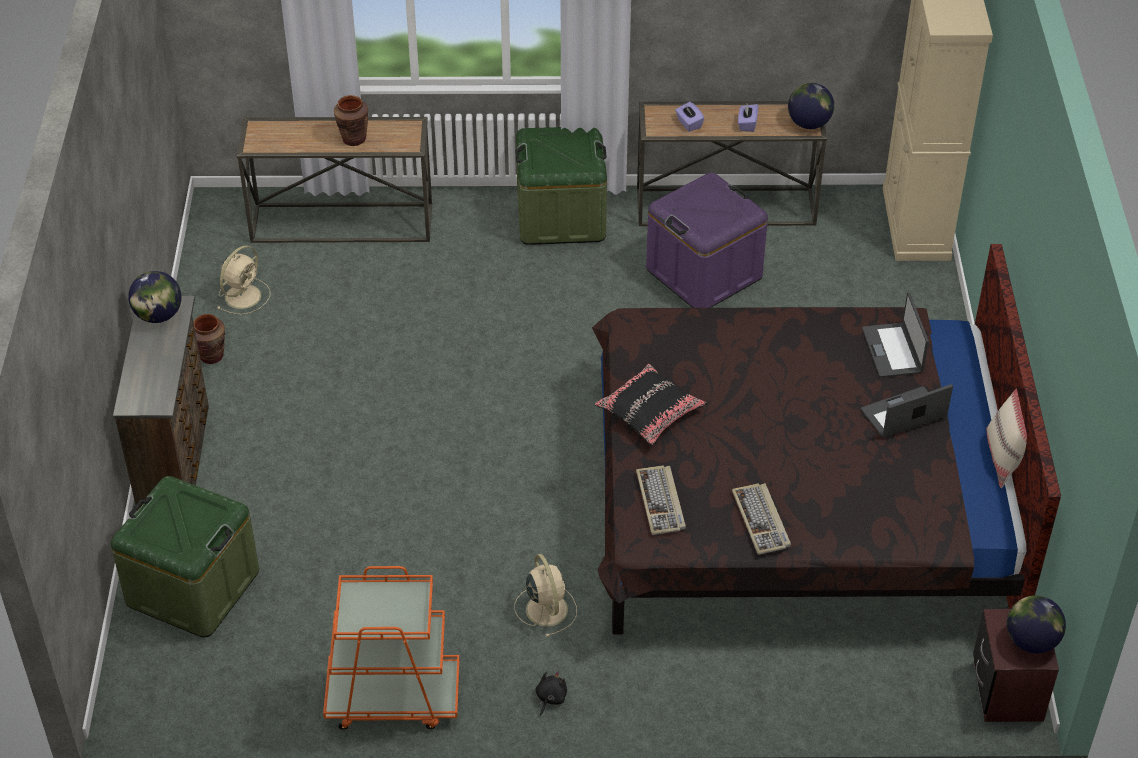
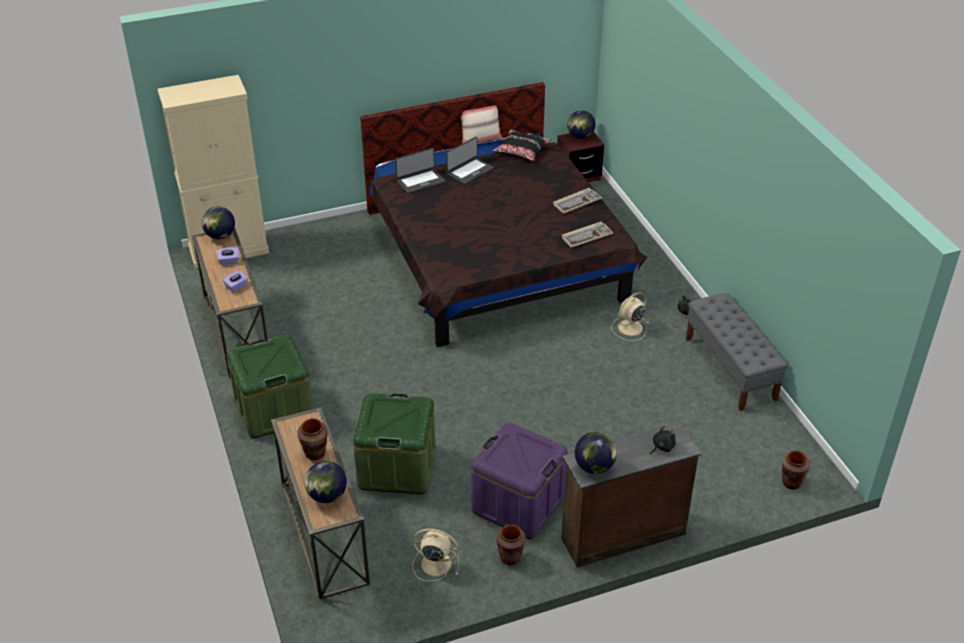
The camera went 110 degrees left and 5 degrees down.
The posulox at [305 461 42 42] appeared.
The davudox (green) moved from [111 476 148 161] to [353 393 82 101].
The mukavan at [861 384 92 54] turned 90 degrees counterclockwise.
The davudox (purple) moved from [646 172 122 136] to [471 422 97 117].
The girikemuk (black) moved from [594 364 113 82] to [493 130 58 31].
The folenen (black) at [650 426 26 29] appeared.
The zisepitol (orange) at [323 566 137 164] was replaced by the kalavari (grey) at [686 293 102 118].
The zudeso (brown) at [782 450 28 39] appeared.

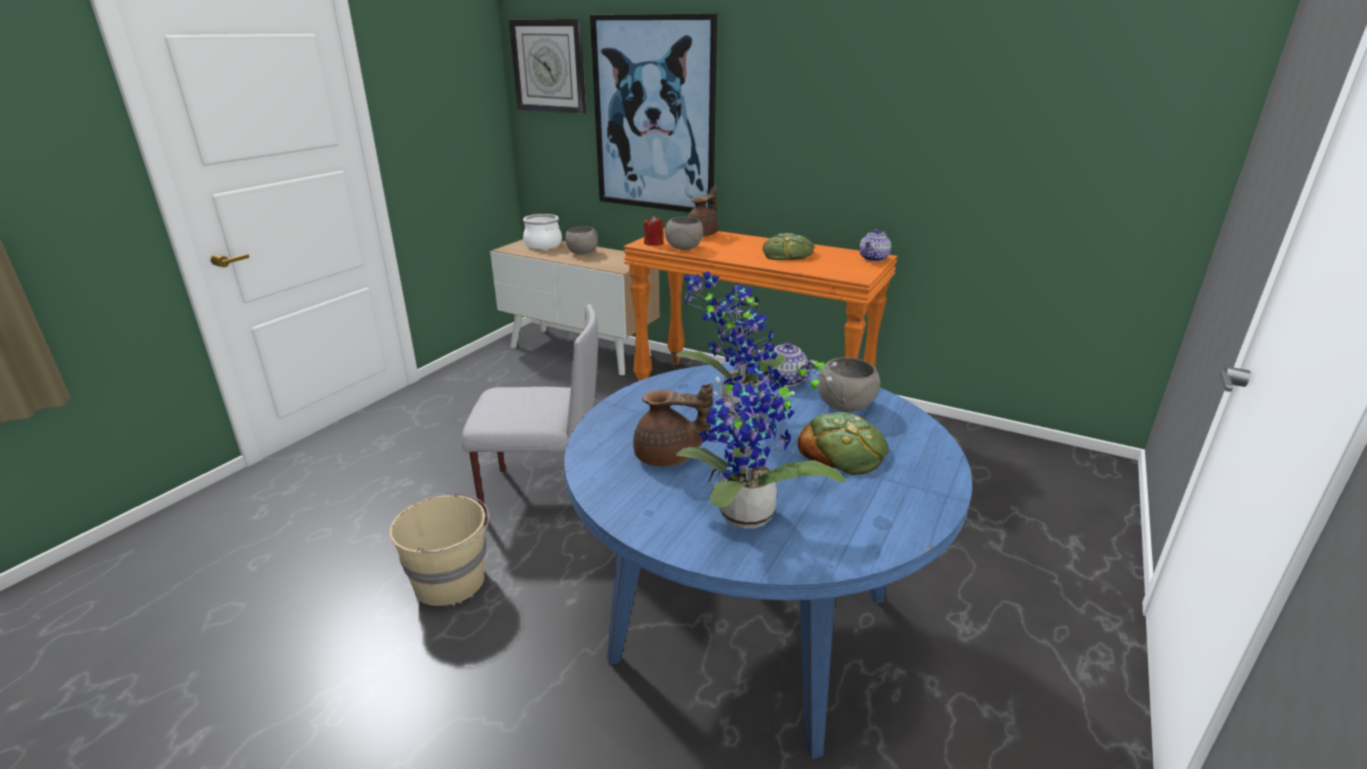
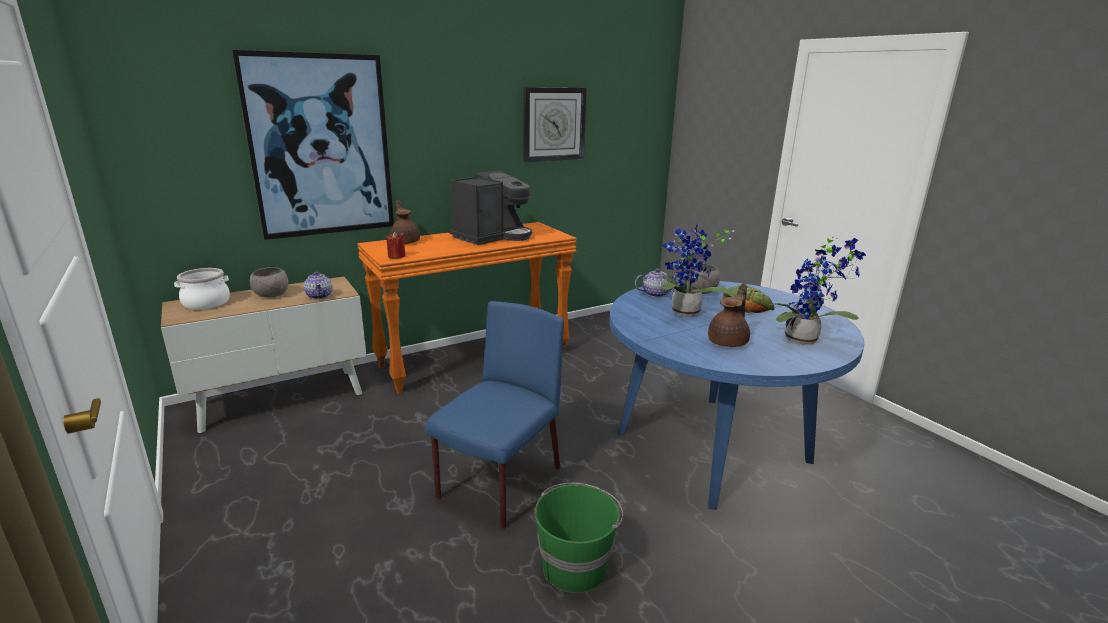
The camera went 60 degrees left and 5 degrees down.
The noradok moved from [859 229 32 33] to [304 272 28 27].
The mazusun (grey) at [462 304 136 216] became the mazusun (blue) at [425 301 139 227].
The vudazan at [763 233 52 27] was replaced by the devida at [449 170 83 75].
The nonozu moved from [509 19 77 95] to [523 87 63 75].
The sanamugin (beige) at [389 493 101 113] became the sanamugin (green) at [534 483 89 110].
The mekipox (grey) at [665 217 38 33] disappeared.

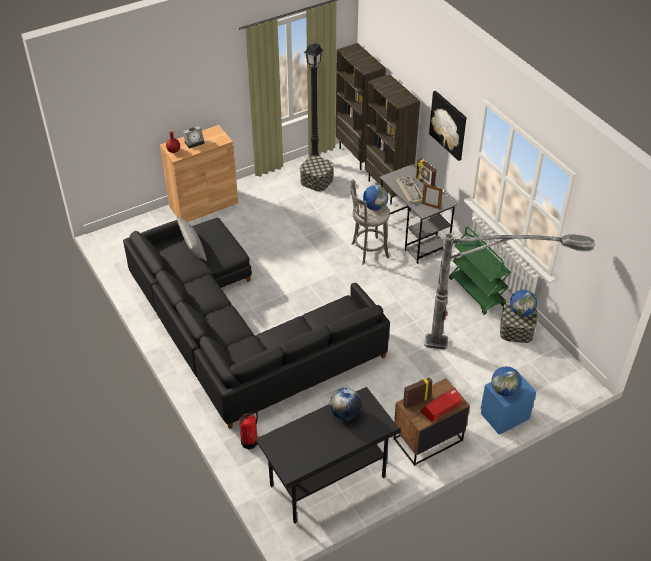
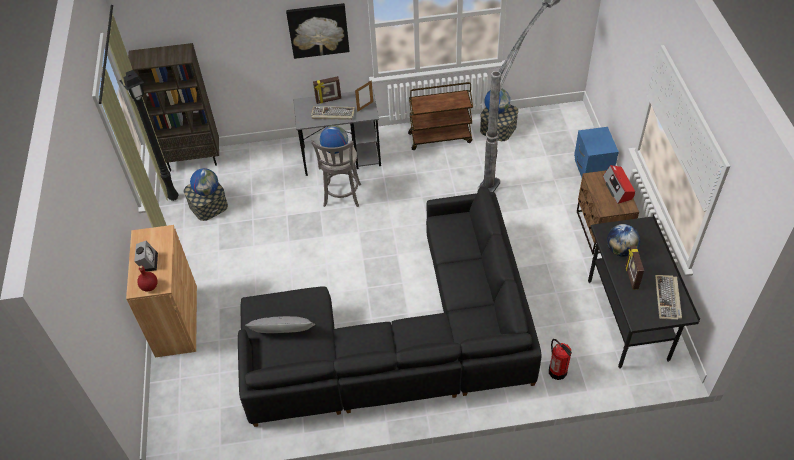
The camera went 65 degrees left and 5 degrees up.
The posulox moved from [491 366 31 30] to [190 168 28 28].
The zisepitol (green) at [449 226 62 89] became the zisepitol (brown) at [408 82 65 68].
The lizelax moved from [403 377 29 32] to [625 245 19 45].
The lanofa at [655 275 27 45] appeared.
The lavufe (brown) at [365 74 55 130] disappeared.

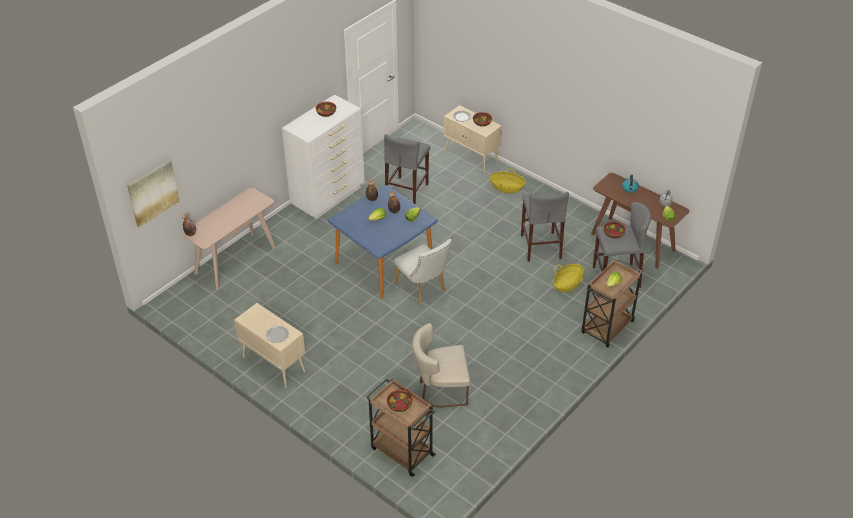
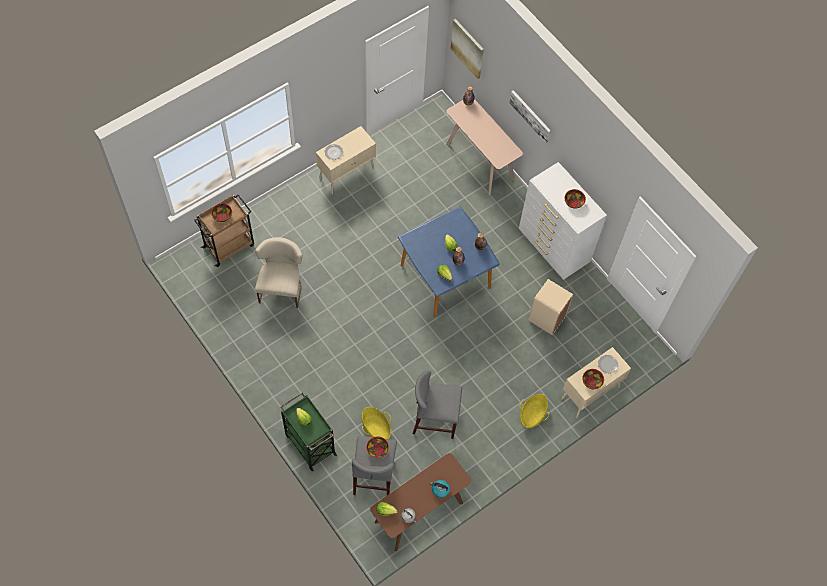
The camera went 100 degrees right and 20 degrees up.
The zisepitol (brown) at [582 259 60 88] became the zisepitol (green) at [281 393 56 79].
The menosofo at [509 90 42 53] appeared.
The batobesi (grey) at [384 134 46 71] was replaced by the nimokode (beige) at [528 279 45 56].
The mazusun (white) at [394 239 58 65] disappeared.

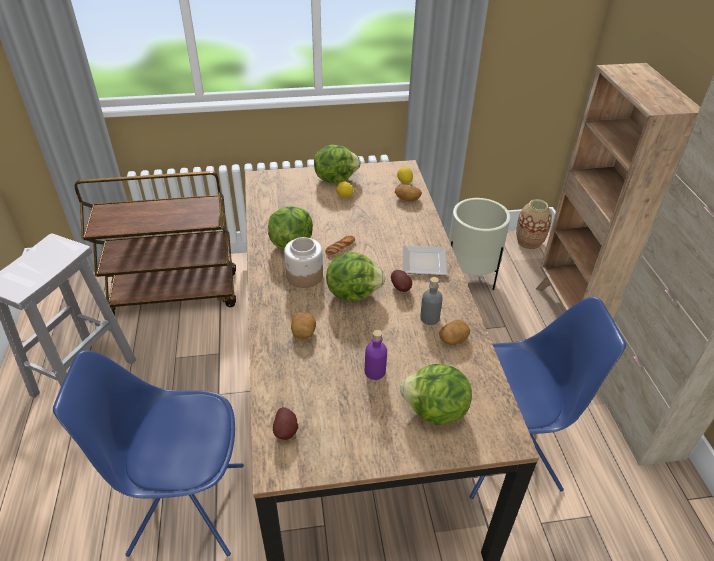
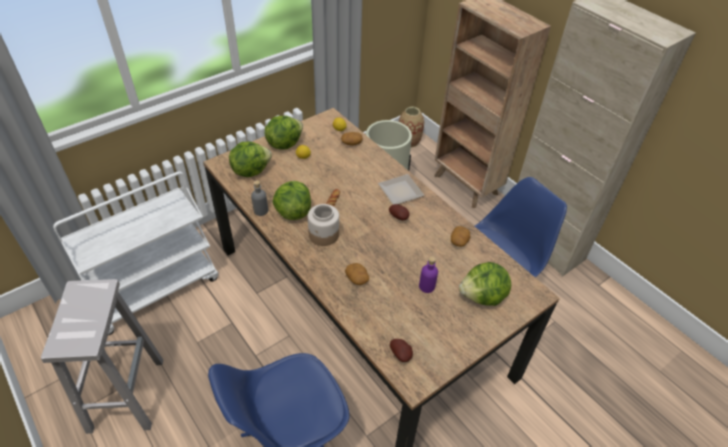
The camera went 30 degrees left and 5 degrees up.
The zisepitol (brown) at [75 171 161 145] became the zisepitol (white) at [53 171 165 164].
The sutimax moved from [326 252 60 49] to [229 142 43 35].
The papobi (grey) moved from [420 277 23 48] to [251 180 17 36].

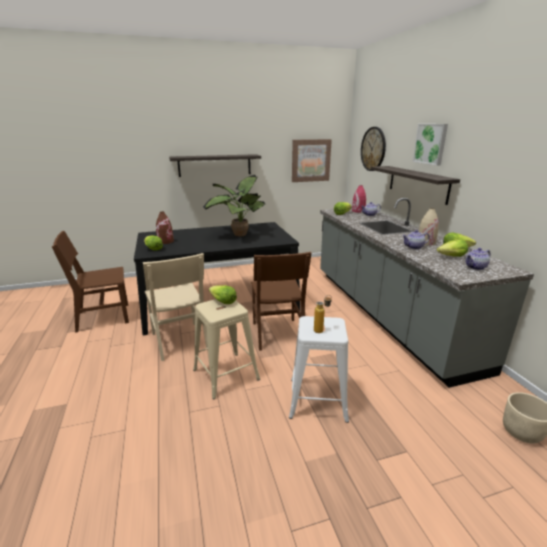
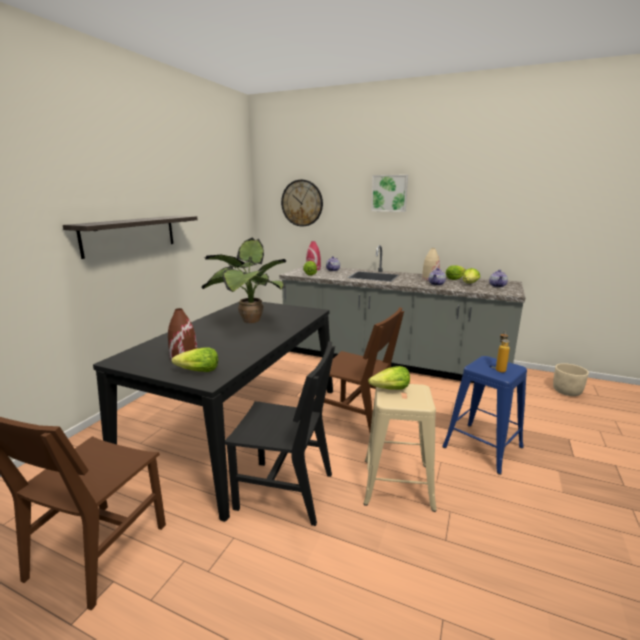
The camera went 50 degrees left and 5 degrees down.
The mazusun (beige) at [143 253 65 108] became the mazusun (black) at [225 341 110 185].
The batobesi (white) at [289 316 60 107] became the batobesi (blue) at [442 356 85 119].
The menosofo at [292 139 40 43] disappeared.
The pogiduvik at [371 166 89 39] disappeared.

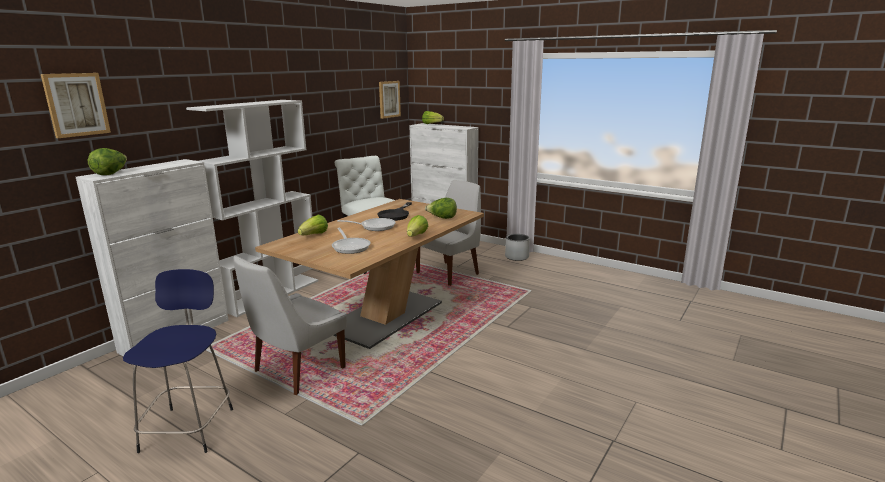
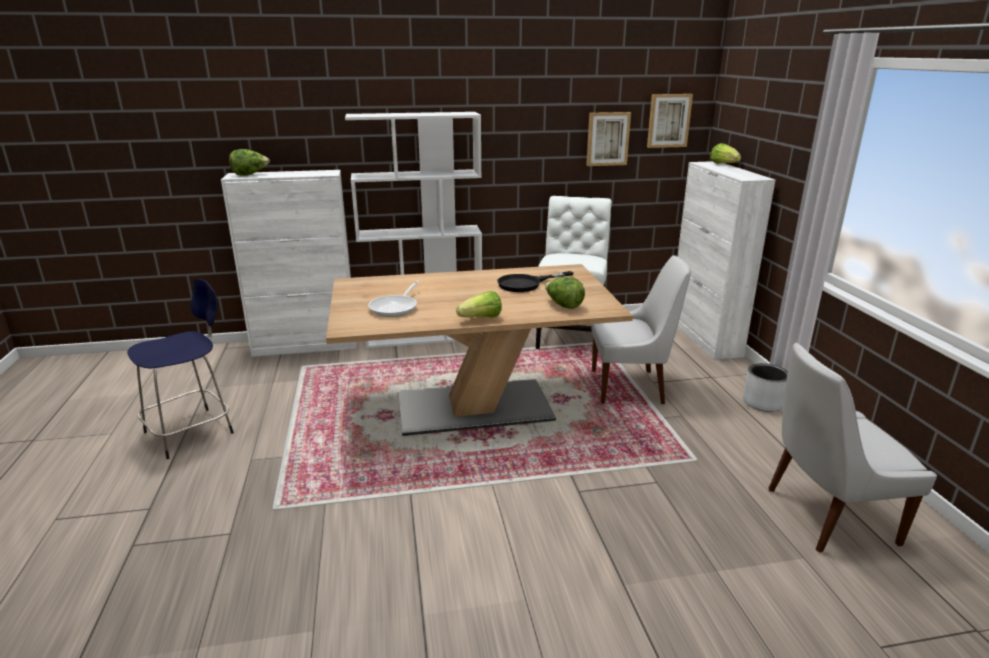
The camera went 45 degrees right and 5 degrees up.
The menosofo moved from [41 73 70 65] to [586 112 45 54].
The mazusun (white) moved from [233 256 114 139] to [768 343 169 210].
The sutimax at [298 215 30 20] disappeared.
The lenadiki at [337 218 59 13] disappeared.

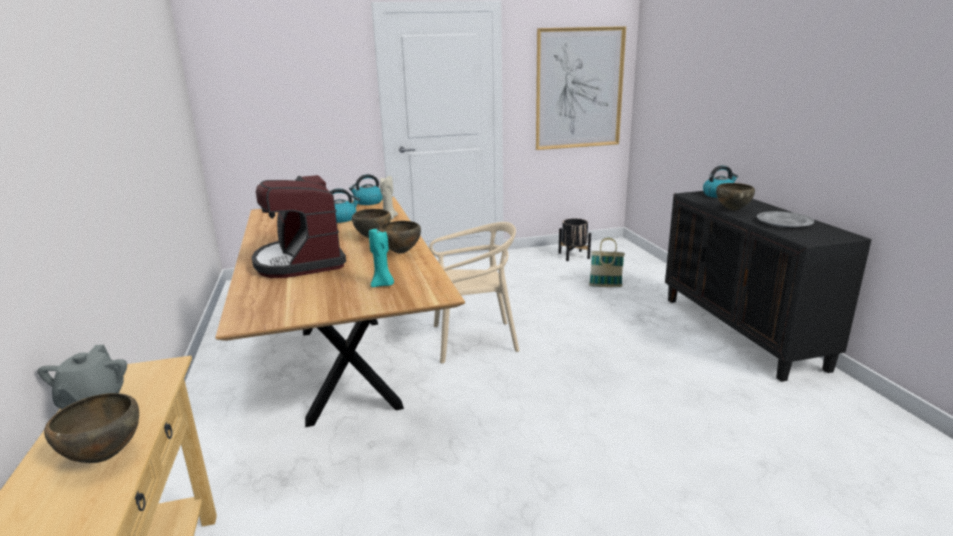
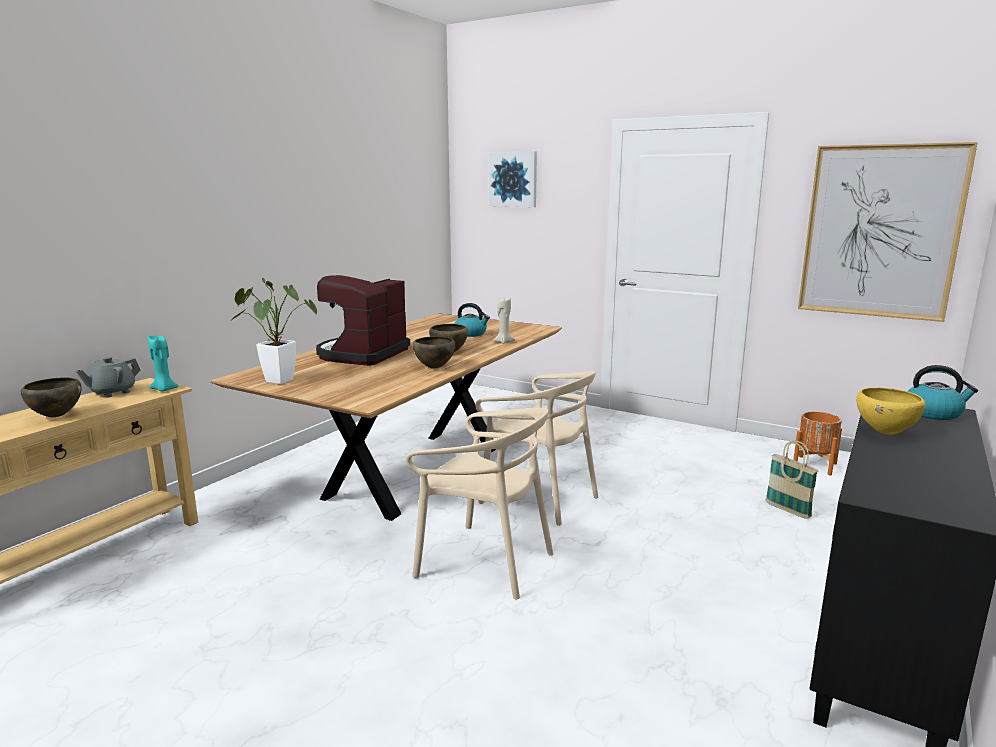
The camera went 45 degrees right and 5 degrees down.
The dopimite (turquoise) moved from [369 229 25 58] to [148 336 31 55].
The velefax at [232 278 85 106] appeared.
The mazusun (beige) at [405 408 148 191] appeared.
The menosofo at [489 151 48 56] appeared.
The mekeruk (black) at [559 218 32 43] became the mekeruk (orange) at [793 411 49 65].
The mekipox (brown) at [716 183 39 28] became the mekipox (yellow) at [856 387 70 48].
The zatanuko at [349 174 34 31] disappeared.
The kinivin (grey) at [757 211 57 16] disappeared.

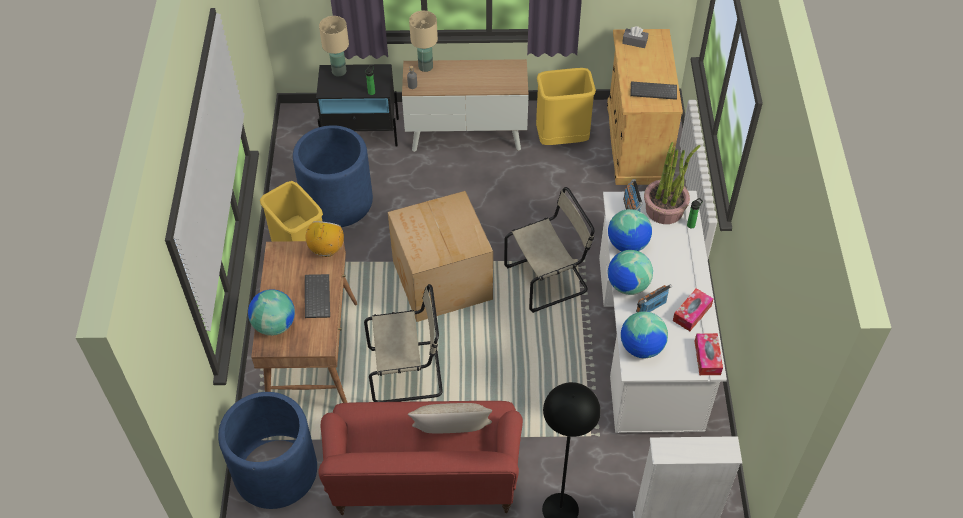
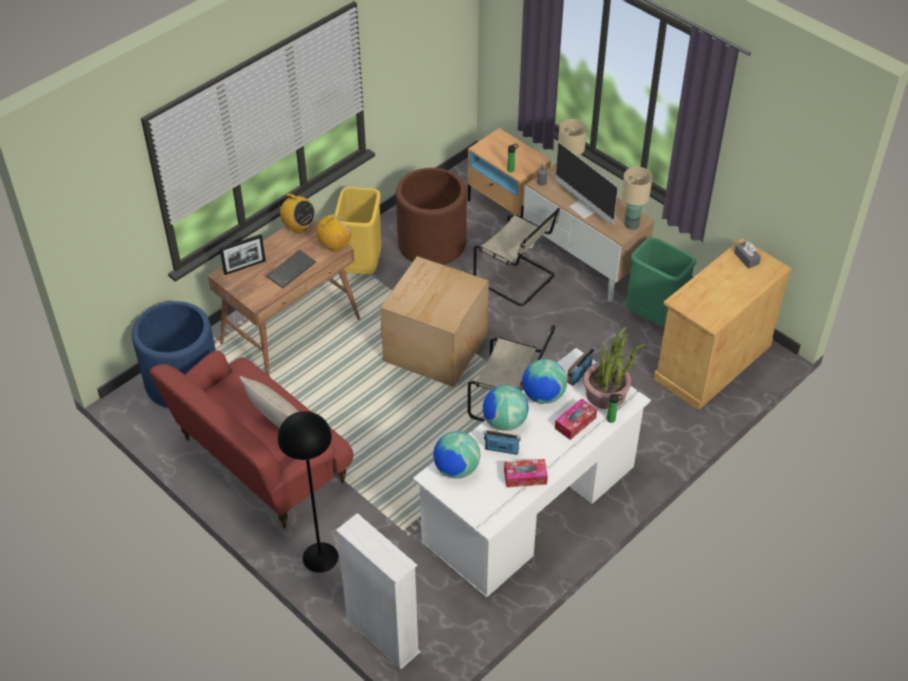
The camera went 45 degrees right and 5 degrees down.
The posulox at [248 289 47 47] was replaced by the lizelax at [220 234 46 41].
The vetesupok at [276 194 39 39] appeared.
The mekeruk (blue) at [293 125 80 102] became the mekeruk (brown) at [396 168 71 97].
The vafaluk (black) at [316 64 83 83] became the vafaluk (beige) at [468 128 83 90].
The mazusun (beige) moved from [364 284 79 118] to [473 208 87 98].
The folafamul at [555 143 63 83] appeared.
The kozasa moved from [695 333 28 42] to [555 399 42 41].
The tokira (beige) moved from [319 16 30 60] to [621 167 32 63].
The nimokode (yellow) at [536 68 60 77] became the nimokode (green) at [626 237 71 91].
The lanofa at [630 81 47 19] disappeared.

